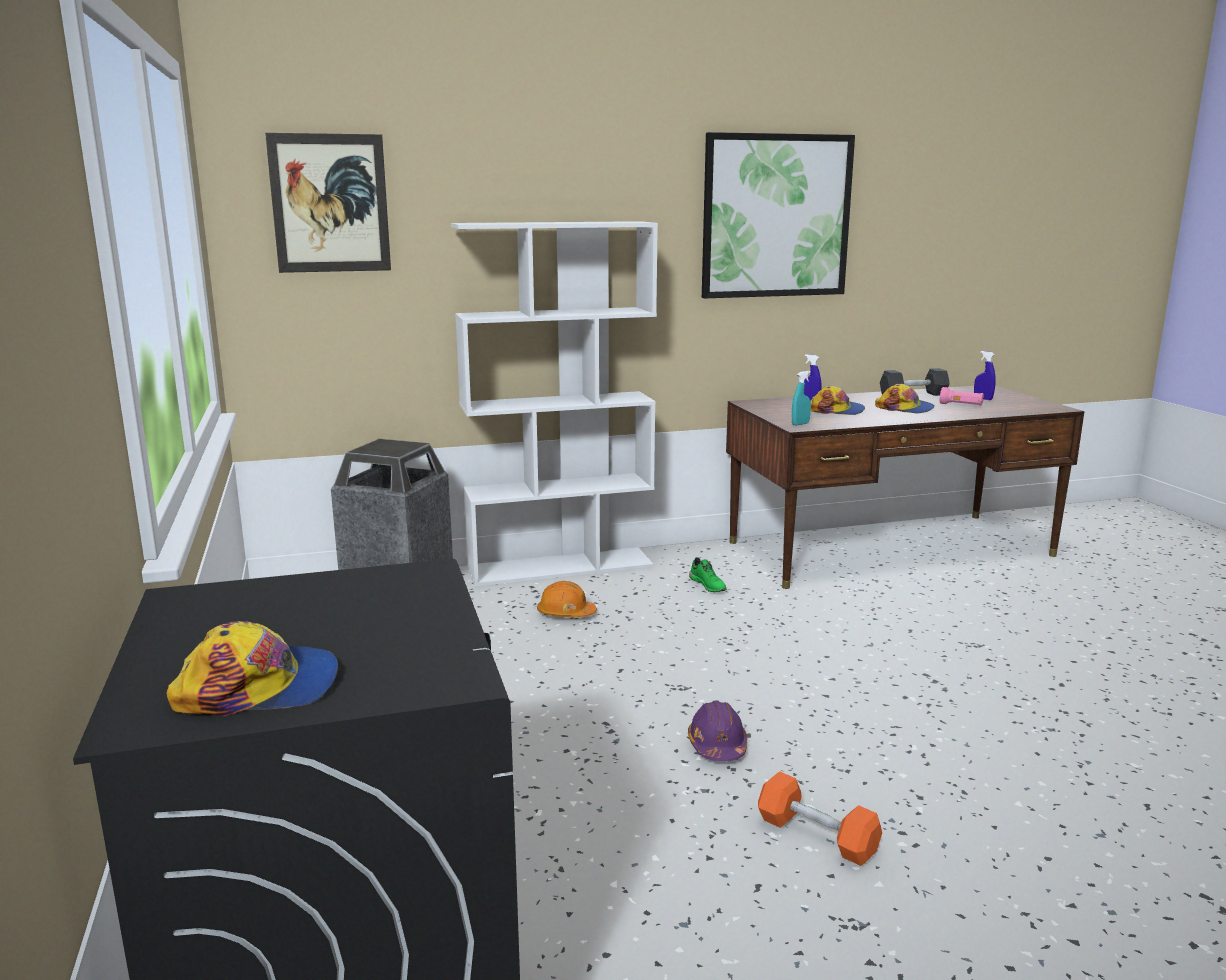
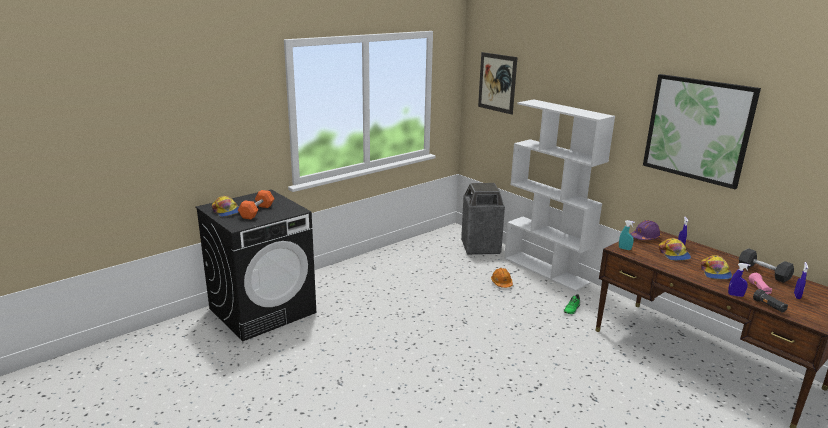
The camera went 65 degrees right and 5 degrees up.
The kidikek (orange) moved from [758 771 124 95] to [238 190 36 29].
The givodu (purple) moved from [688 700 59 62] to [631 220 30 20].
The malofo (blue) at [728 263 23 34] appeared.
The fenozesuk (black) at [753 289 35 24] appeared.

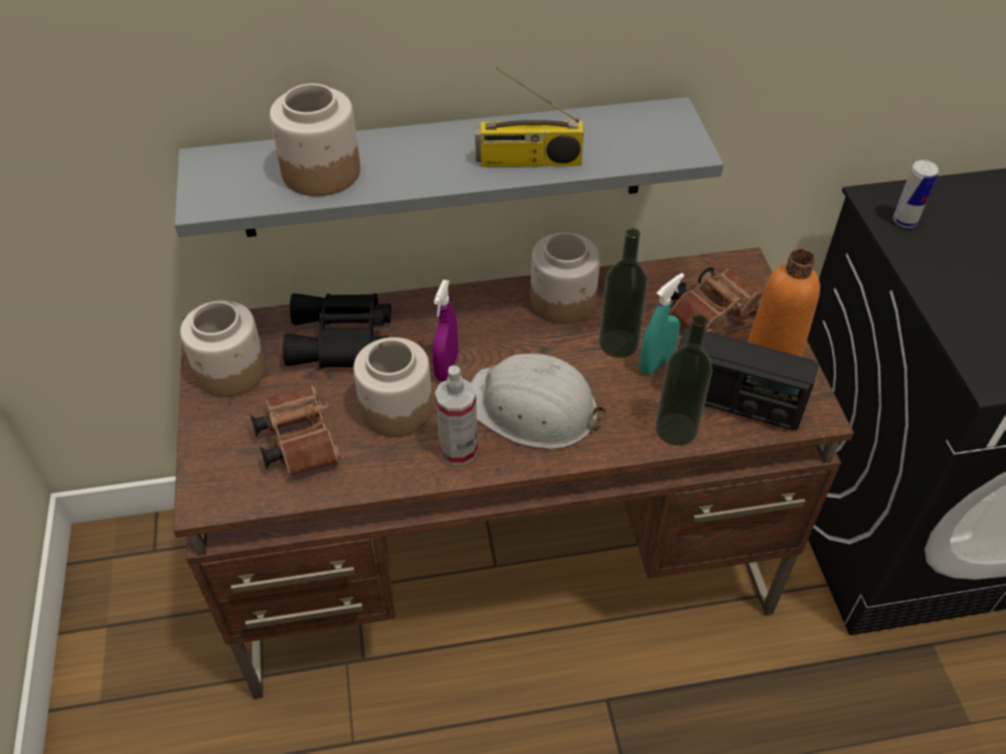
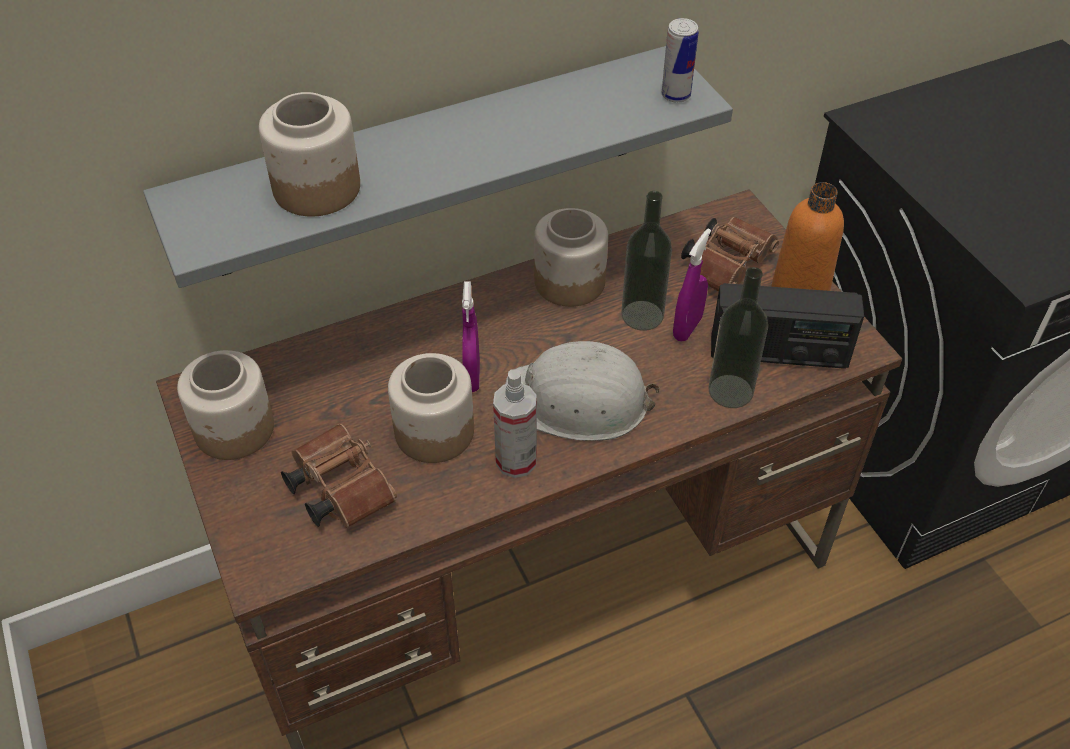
The camera went 15 degrees left and 0 degrees up.
The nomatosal moved from [893 160 46 68] to [662 18 36 85].
The malofo (turquoise) at [639 273 45 101] became the malofo (purple) at [673 228 38 114].
The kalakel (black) at [283 293 108 75] disappeared.
The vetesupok at [475 67 109 100] disappeared.

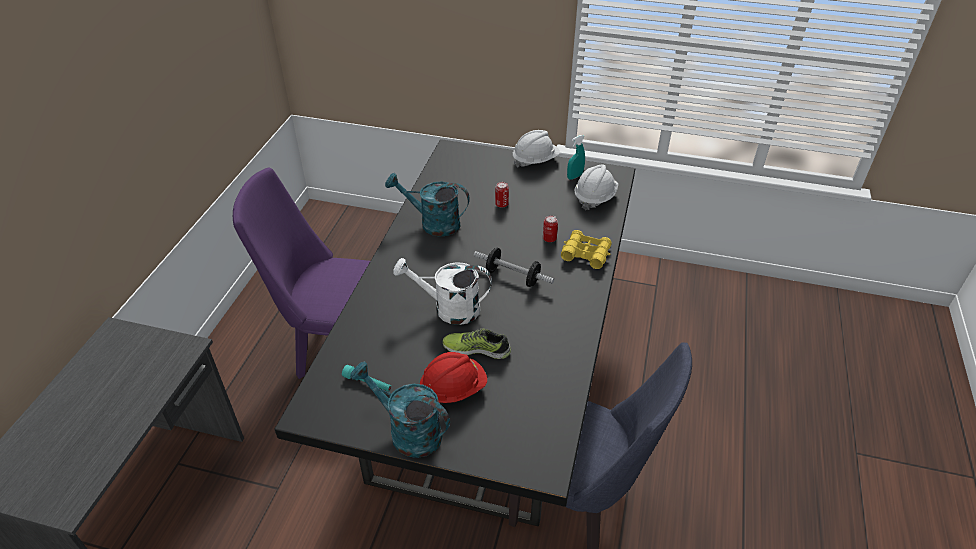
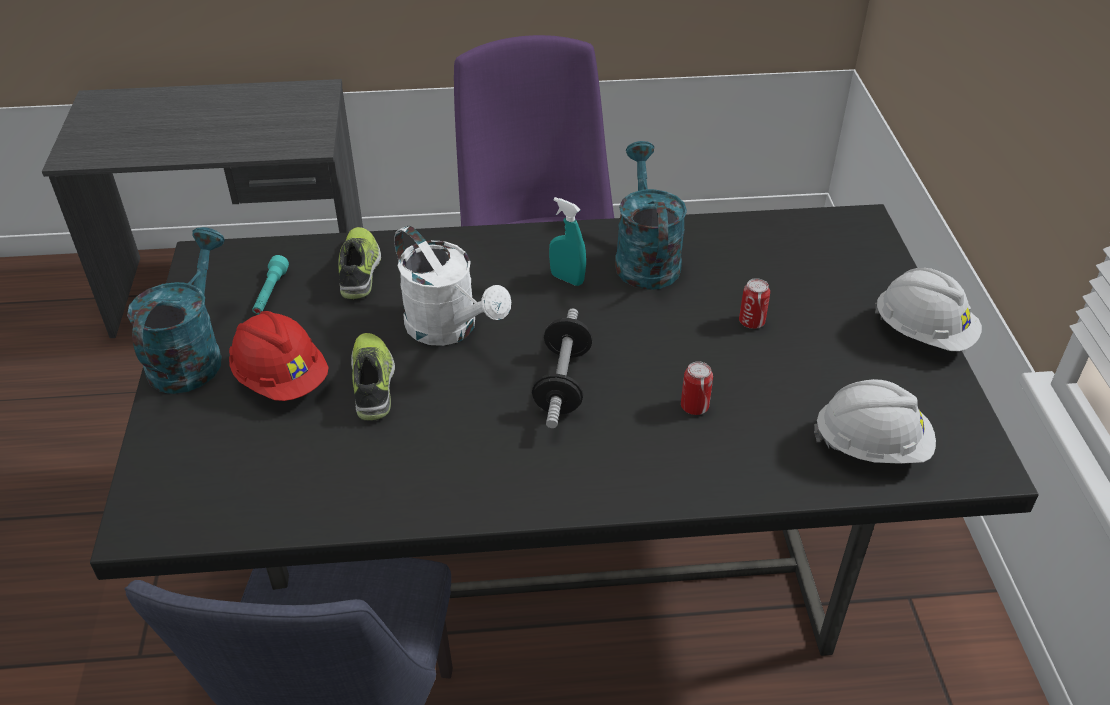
The camera went 70 degrees right and 0 degrees up.
The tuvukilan at [338 227 43 72] appeared.
The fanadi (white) at [393 258 99 67] turned 150 degrees clockwise.
The malofo (turquoise) moved from [567 135 18 45] to [549 197 37 89].
The kalakel (yellow) at [561 230 51 39] disappeared.

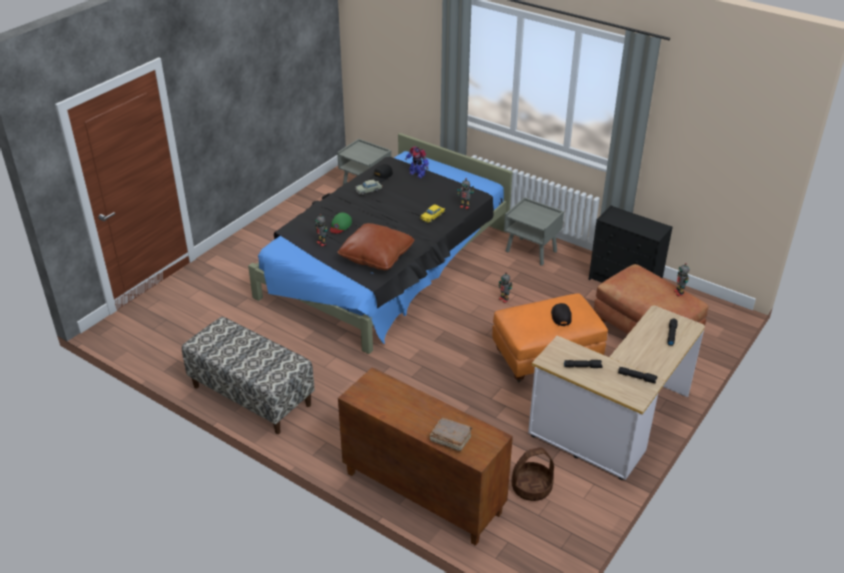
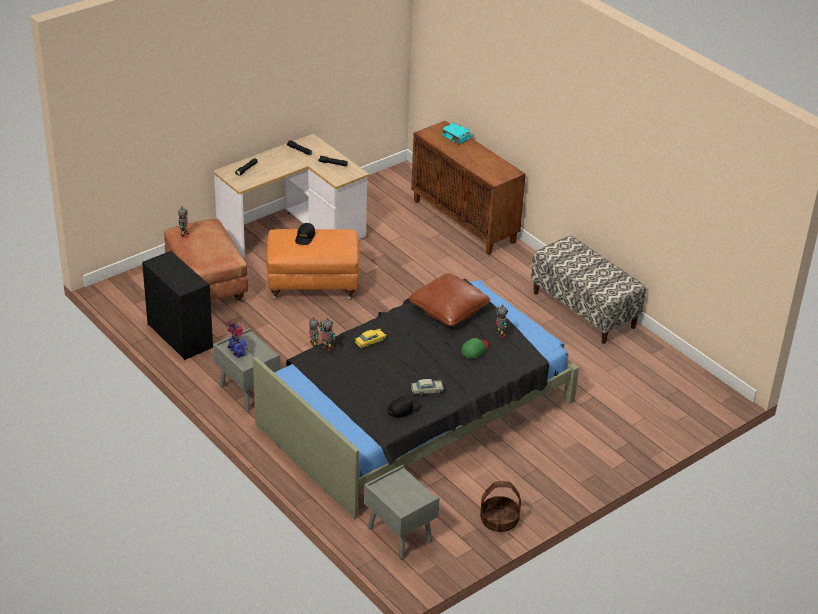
The camera went 165 degrees left and 0 degrees up.
The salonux moved from [405 146 24 32] to [227 321 21 37].
The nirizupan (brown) at [430 417 42 34] became the nirizupan (turquoise) at [441 123 30 22].
The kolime moved from [511 447 43 54] to [480 481 41 51].

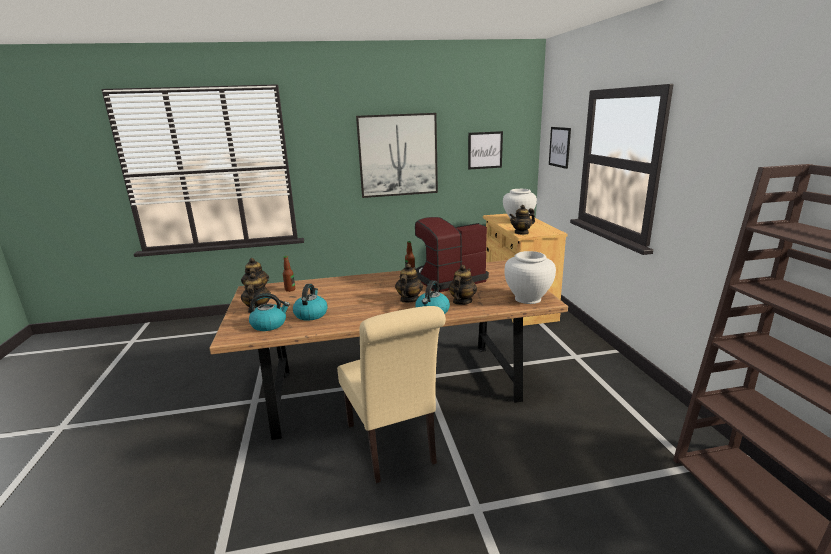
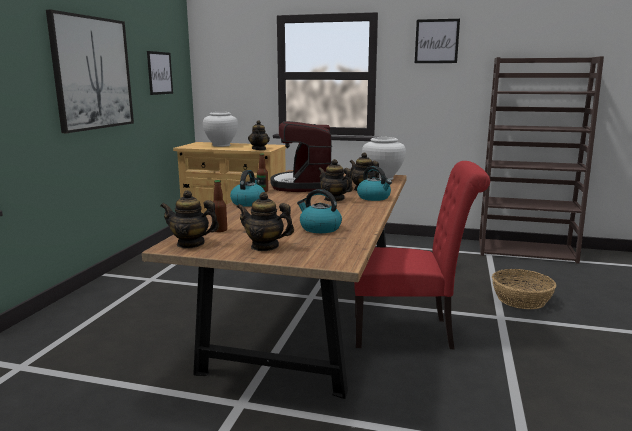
The camera went 65 degrees left and 5 degrees down.
The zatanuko moved from [249 293 41 38] to [230 170 35 36].
The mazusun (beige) at [337 306 109 177] became the mazusun (red) at [354 161 136 188].
The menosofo moved from [549 127 22 42] to [415 19 45 44].
The kolime at [492 269 64 40] appeared.

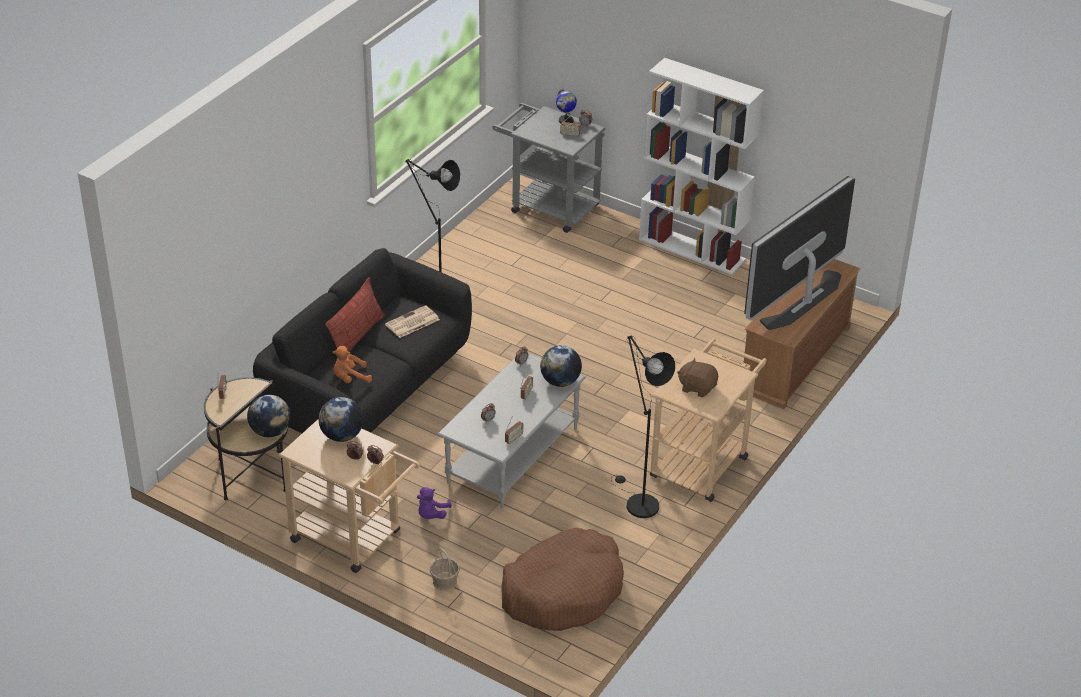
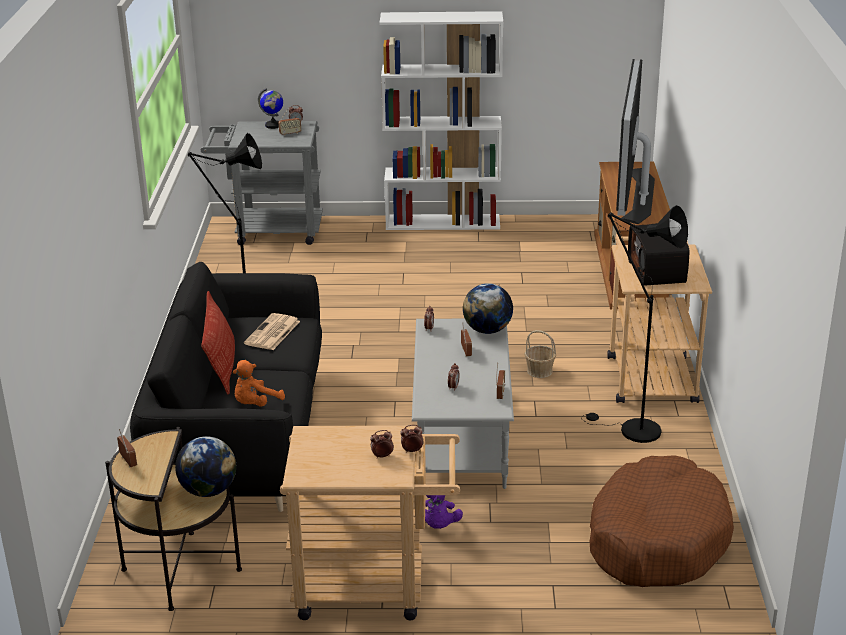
The camera went 30 degrees left and 10 degrees down.
The kolime moved from [430 548 30 43] to [524 330 32 48].
The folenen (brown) at [677 358 41 39] was replaced by the vetesupok at [628 224 62 62].
The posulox at [319 397 44 45] disappeared.

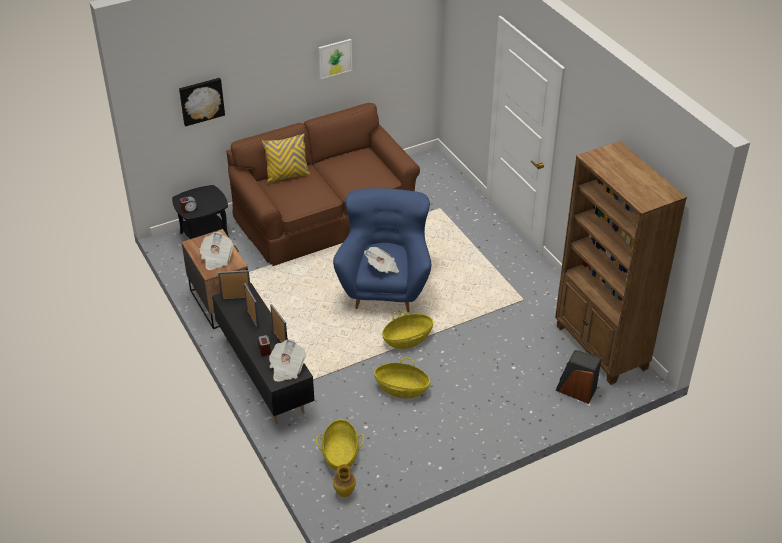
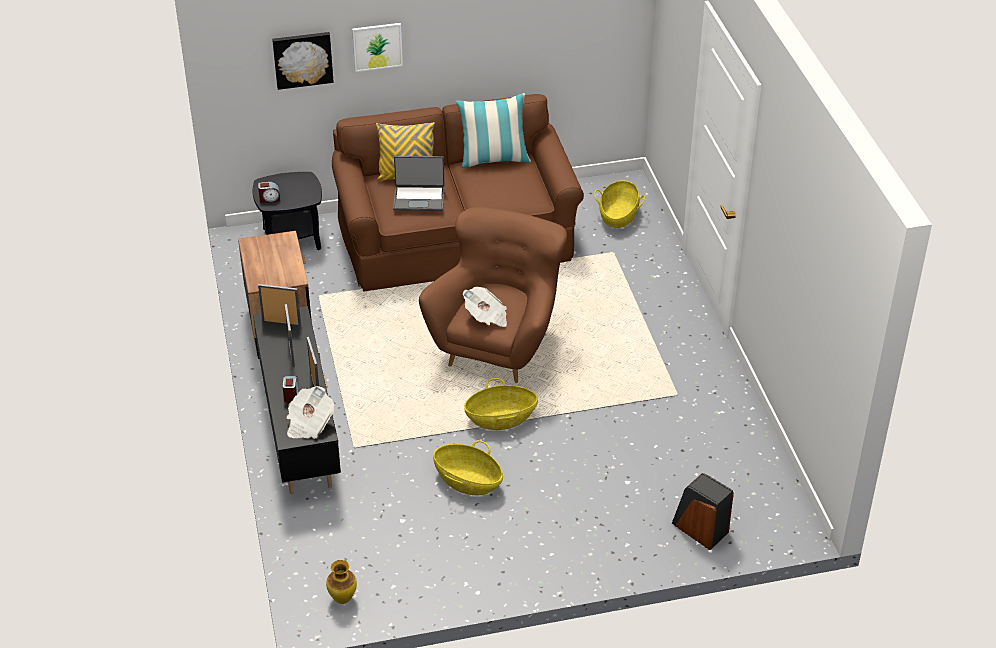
The camera went 15 degrees right and 0 degrees up.
The menosofo moved from [318 39 34 40] to [352 23 51 49].
The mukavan at [393 156 51 55] appeared.
The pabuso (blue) at [333 188 98 124] became the pabuso (brown) at [419 207 148 176].
The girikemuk at [455 93 76 75] appeared.
The kolime moved from [316 419 48 52] to [594 180 51 48].
The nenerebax at [199 232 34 38] disappeared.
The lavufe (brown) at [555 141 132 244] disappeared.

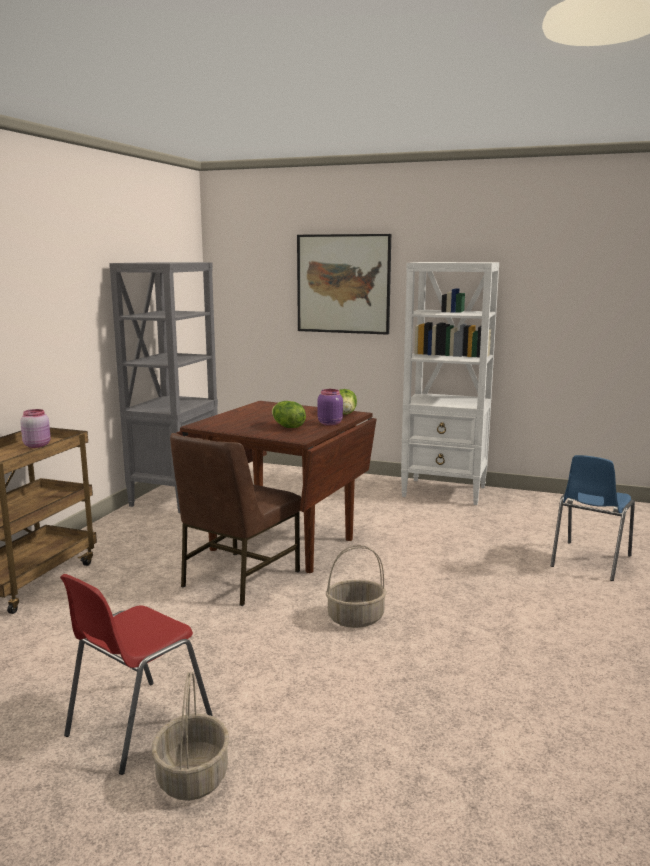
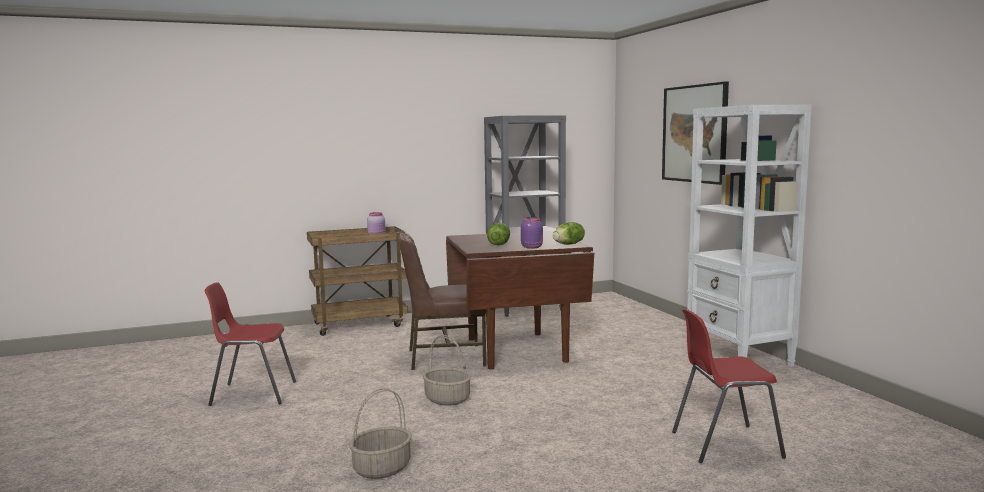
The camera went 50 degrees right and 5 degrees down.
The kolime moved from [152 672 77 129] to [349 388 63 91].
The mazusun (blue) at [551 455 84 126] became the mazusun (red) at [672 309 114 154].

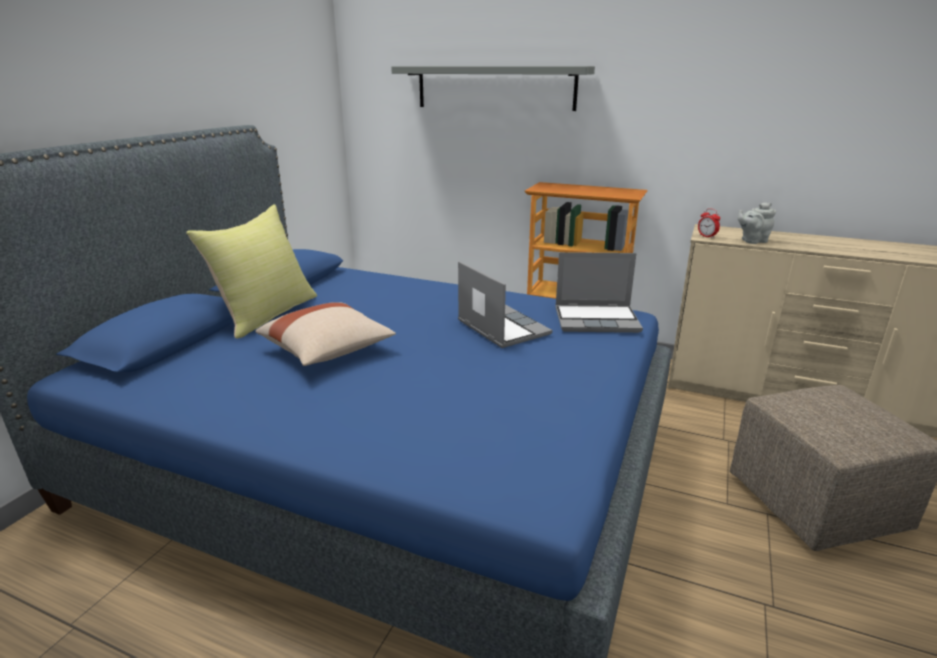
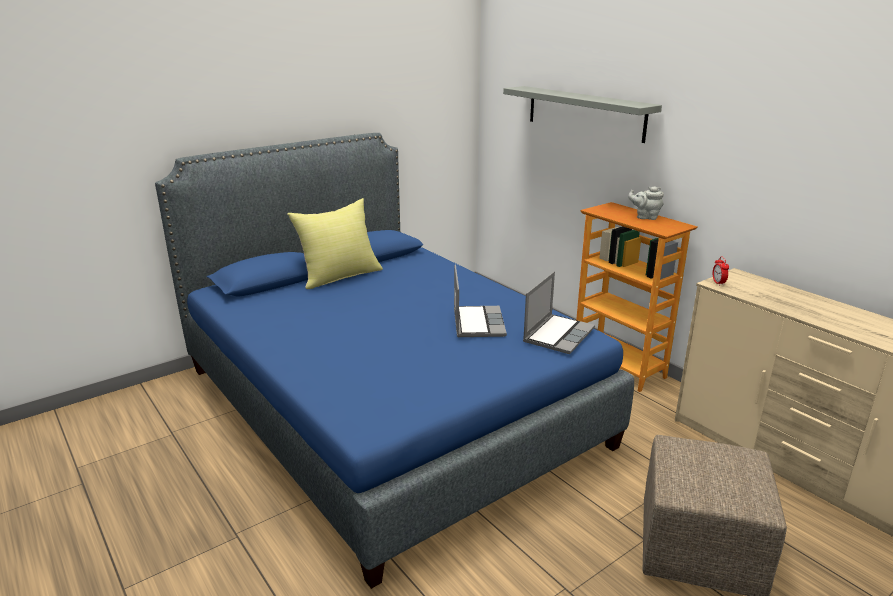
The camera went 30 degrees right and 0 degrees up.
The mukavan at [555 252 88 81] turned 90 degrees counterclockwise.
The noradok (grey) moved from [738 202 38 42] to [628 186 36 34].
The girikemuk (beige) at [255 302 141 64] disappeared.

